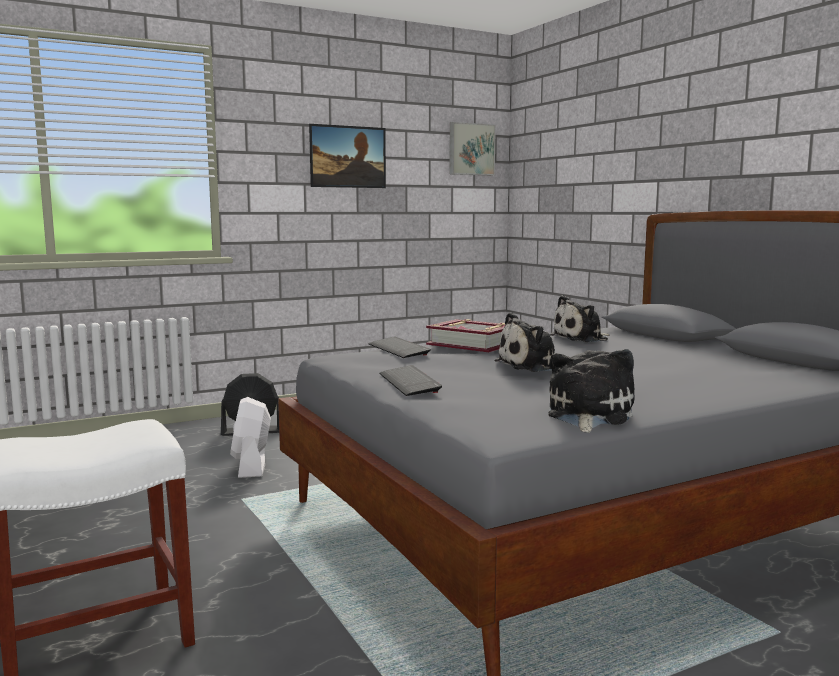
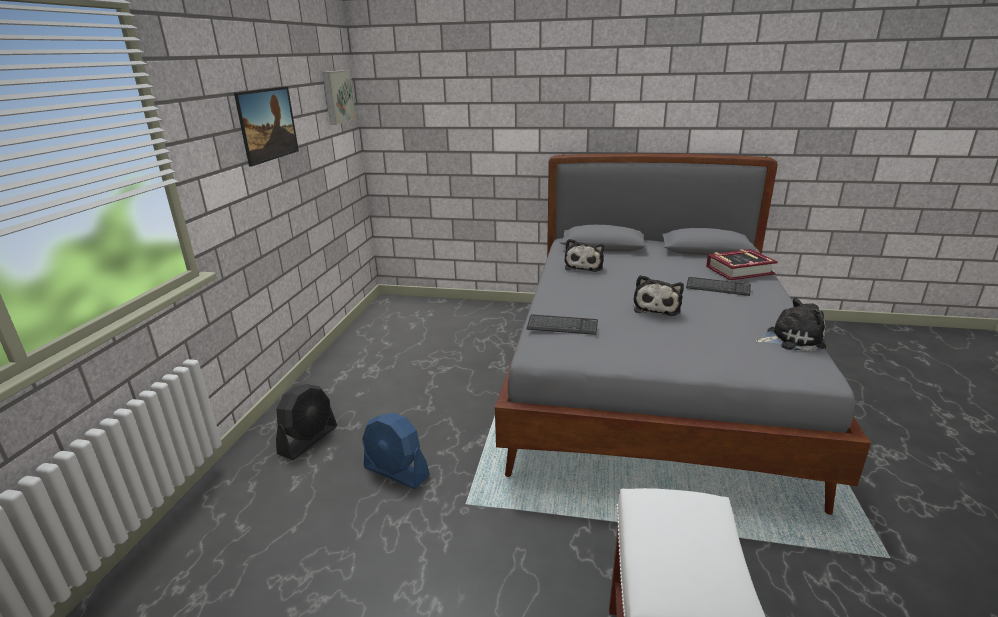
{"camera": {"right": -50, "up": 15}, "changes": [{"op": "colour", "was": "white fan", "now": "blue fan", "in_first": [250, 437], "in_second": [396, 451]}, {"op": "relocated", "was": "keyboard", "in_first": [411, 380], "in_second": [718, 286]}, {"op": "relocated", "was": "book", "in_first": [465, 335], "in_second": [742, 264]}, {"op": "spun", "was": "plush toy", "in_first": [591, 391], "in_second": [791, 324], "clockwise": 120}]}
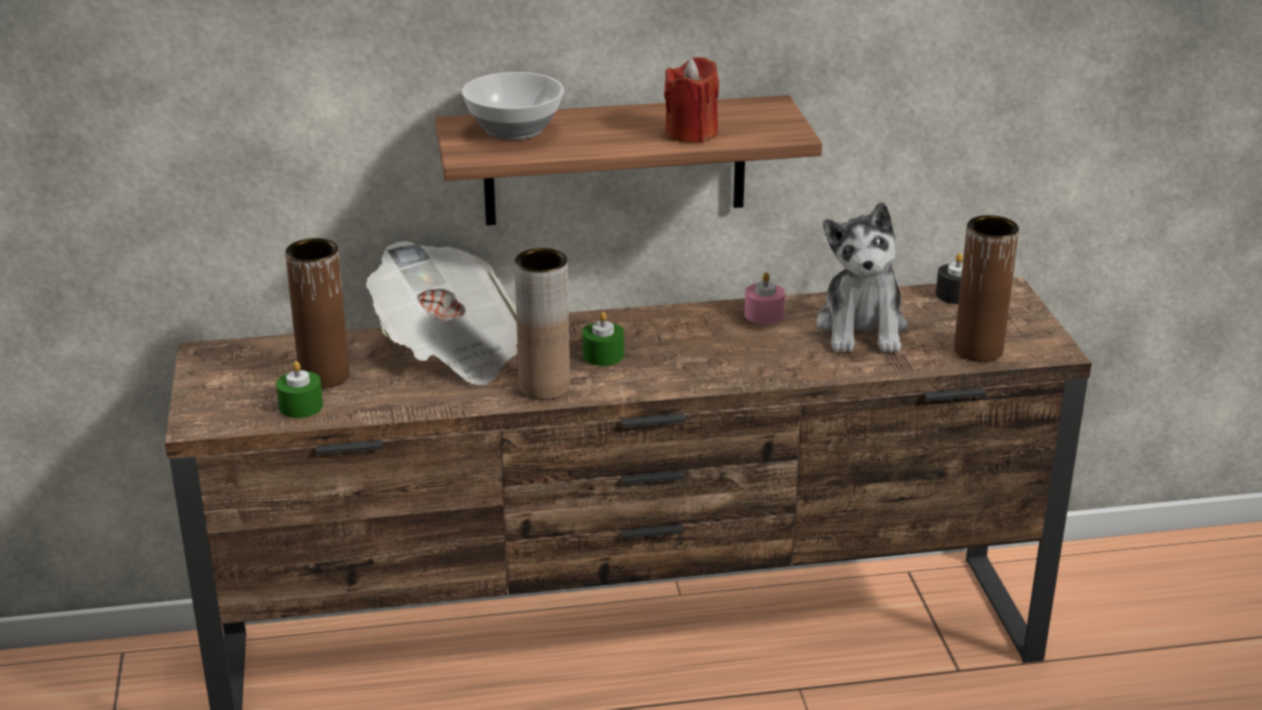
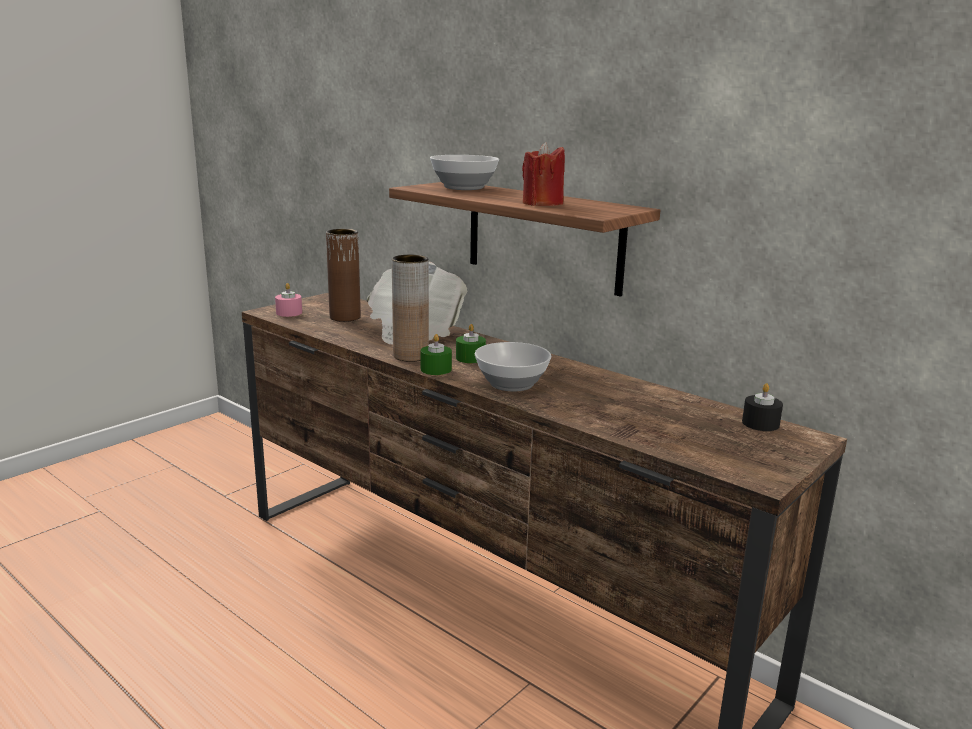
{"camera": {"right": 50, "up": -10}, "changes": [{"op": "relocated", "was": "pink candle", "in_first": [764, 298], "in_second": [288, 300]}, {"op": "relocated", "was": "green candle", "in_first": [299, 389], "in_second": [436, 354]}, {"op": "appeared", "now": "bowl", "in_second": [513, 367]}, {"op": "missing", "was": "plush toy", "in_first": [862, 277]}, {"op": "missing", "was": "brown vase", "in_first": [986, 288]}]}
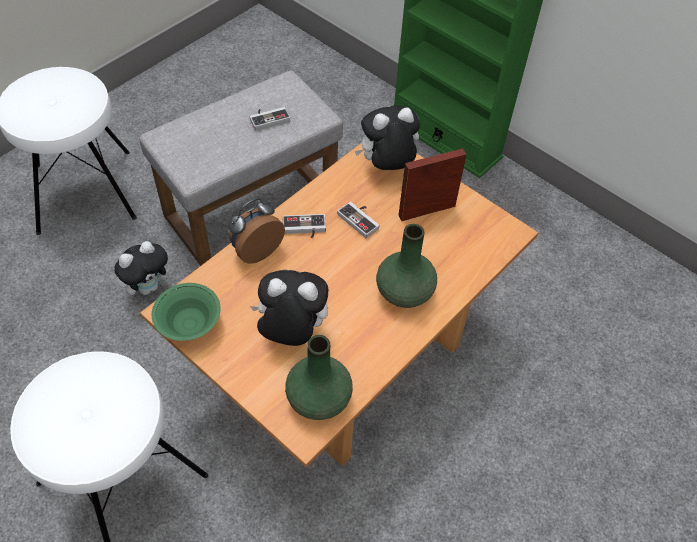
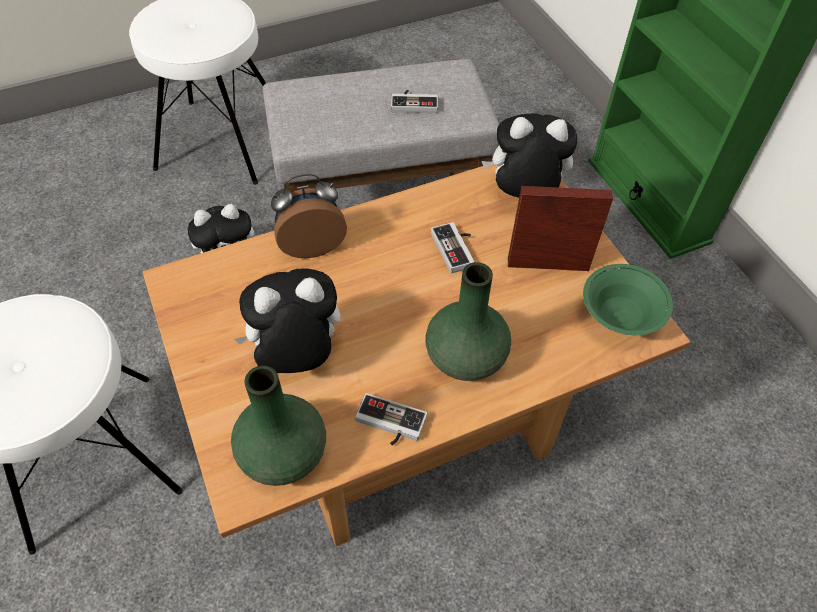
{"camera": {"right": 25, "up": 0}, "changes": [{"op": "spun", "was": "plush toy", "in_first": [289, 308], "in_second": [287, 320], "clockwise": -45}, {"op": "relocated", "was": "game controller", "in_first": [304, 226], "in_second": [391, 419]}, {"op": "relocated", "was": "green bowl", "in_first": [186, 312], "in_second": [628, 299]}]}
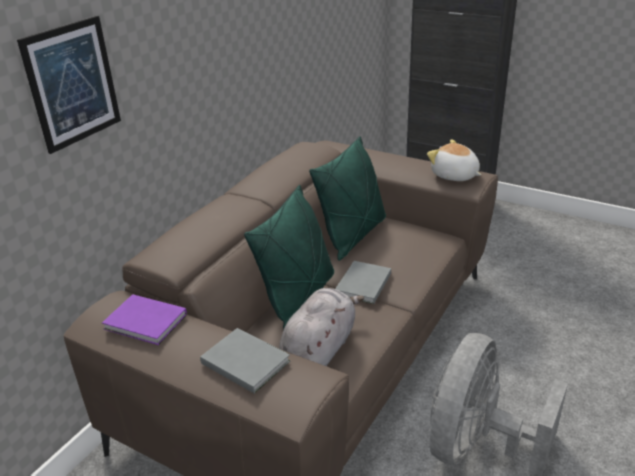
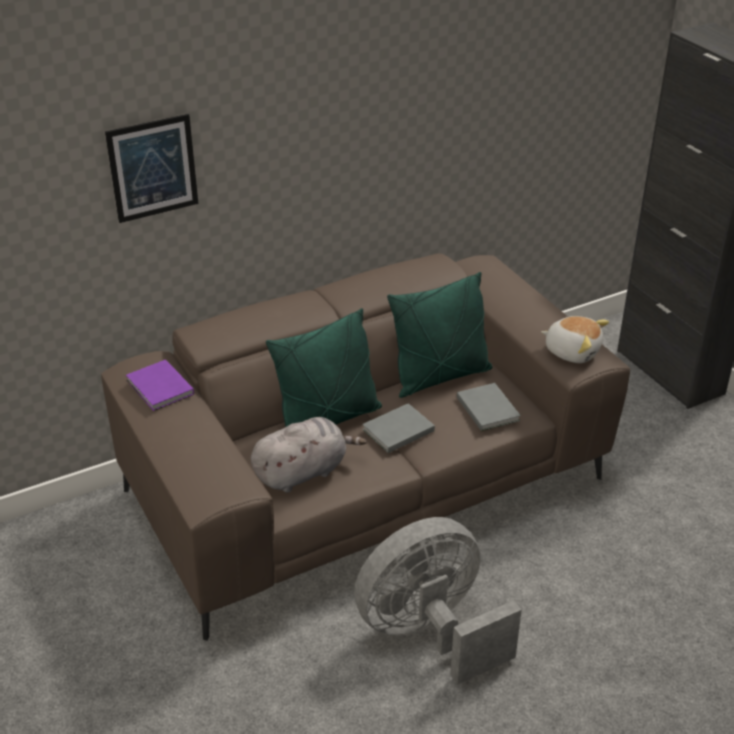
{"camera": {"right": 30, "up": 5}, "changes": [{"op": "relocated", "was": "grey book", "in_first": [245, 361], "in_second": [489, 407]}, {"op": "spun", "was": "plush toy", "in_first": [454, 160], "in_second": [575, 339], "clockwise": 135}]}
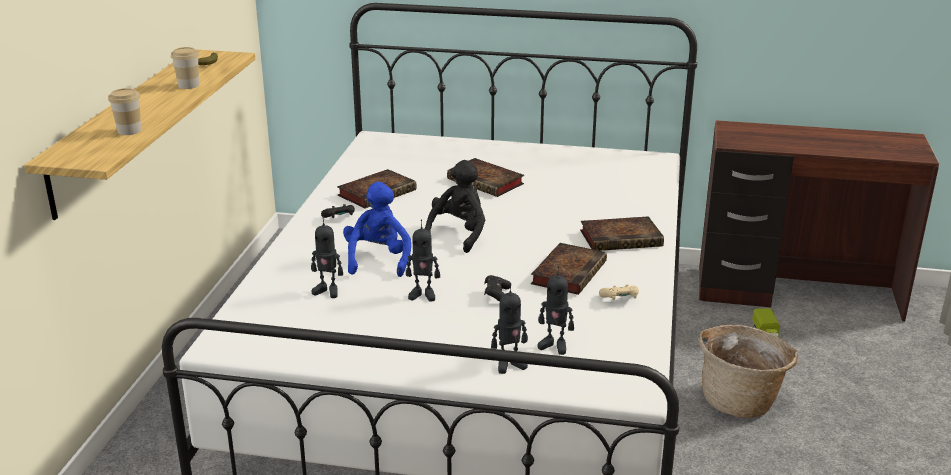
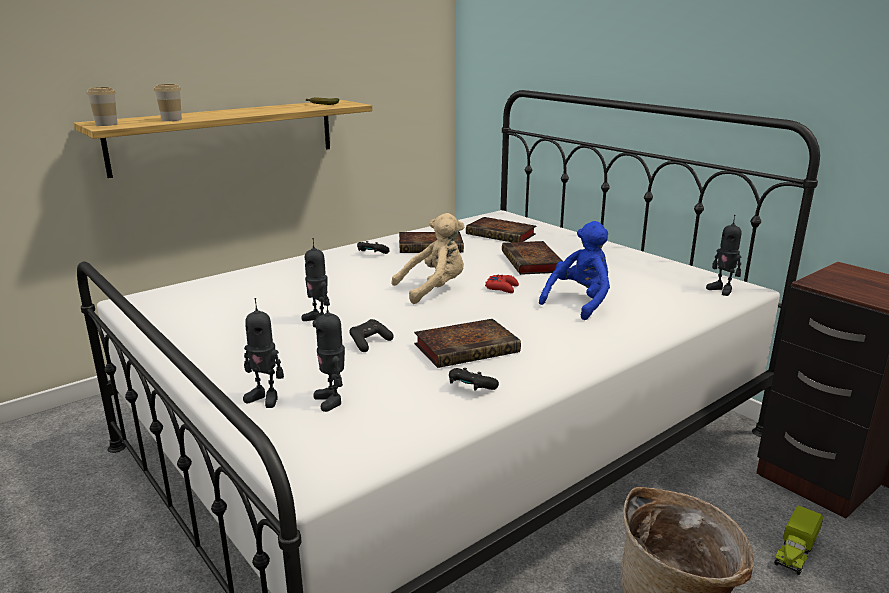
{"camera": {"right": 40, "up": -5}, "changes": [{"op": "relocated", "was": "cup", "in_first": [185, 68], "in_second": [102, 106]}, {"op": "colour", "was": "black plush toy", "now": "beige plush toy", "in_first": [455, 206], "in_second": [427, 258]}, {"op": "colour", "was": "beige game controller", "now": "black game controller", "in_first": [619, 292], "in_second": [474, 379]}, {"op": "relocated", "was": "book", "in_first": [622, 233], "in_second": [501, 229]}, {"op": "appeared", "now": "red game controller", "in_second": [502, 284]}, {"op": "relocated", "was": "blue plush toy", "in_first": [377, 229], "in_second": [574, 270]}, {"op": "relocated", "was": "toy robot", "in_first": [327, 257], "in_second": [724, 255]}]}
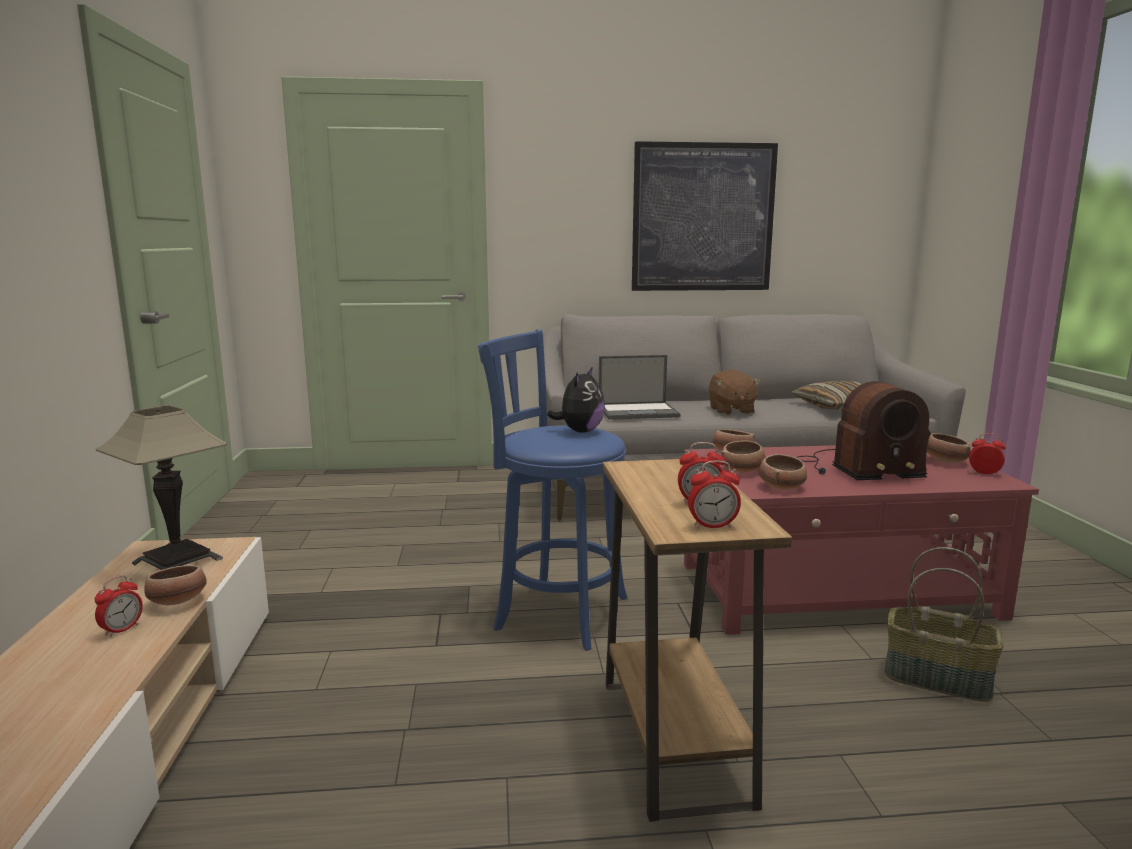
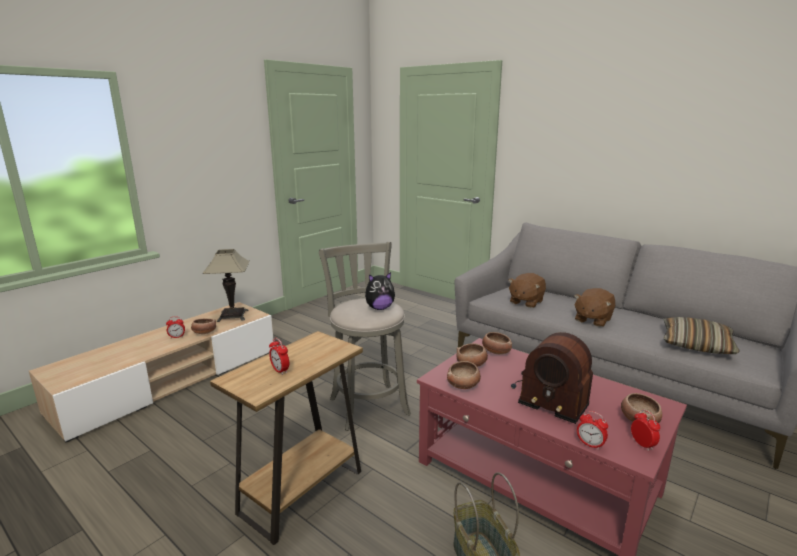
{"camera": {"right": 45, "up": 5}, "changes": [{"op": "colour", "was": "blue stool", "now": "grey stool", "in_first": [553, 490], "in_second": [365, 336]}, {"op": "exchanged", "was": "laptop", "now": "brown plush toy", "in_first": [639, 387], "in_second": [527, 290]}, {"op": "relocated", "was": "alarm clock", "in_first": [714, 494], "in_second": [592, 430]}, {"op": "missing", "was": "picture", "in_first": [705, 216]}]}
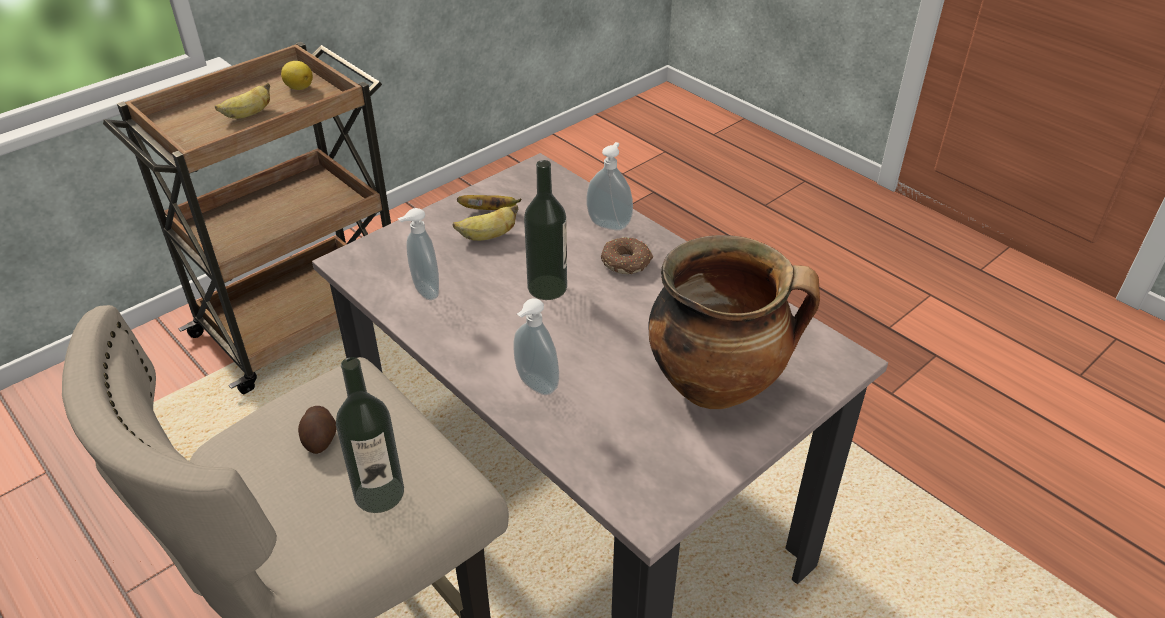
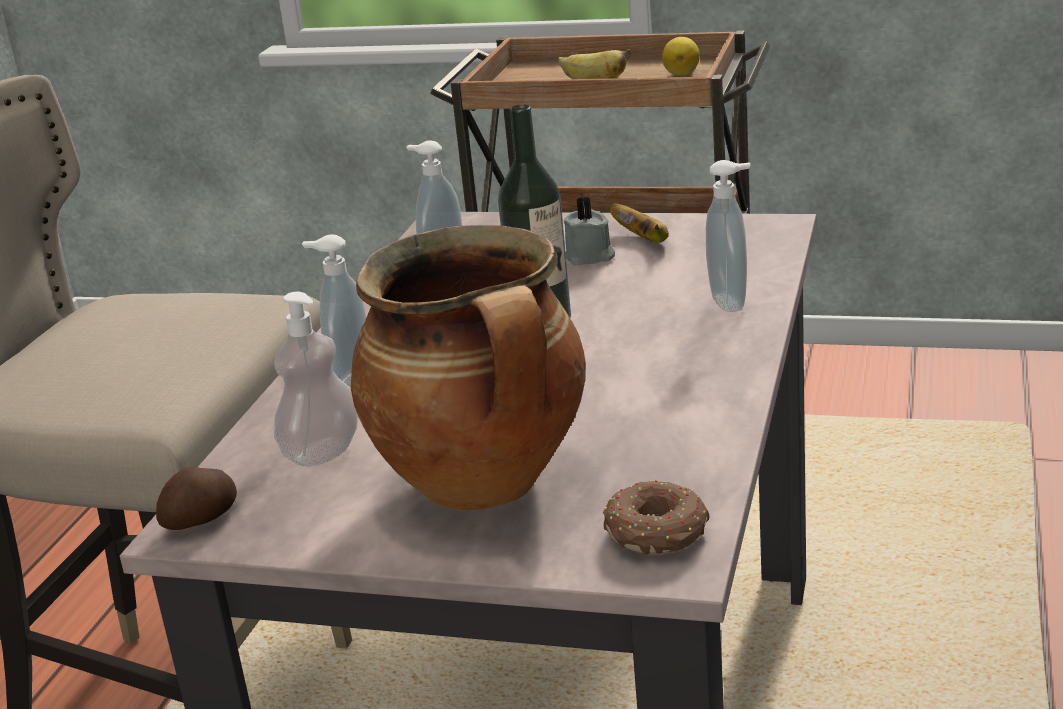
{"camera": {"right": 60, "up": -15}, "changes": [{"op": "relocated", "was": "potato", "in_first": [317, 430], "in_second": [196, 498]}, {"op": "appeared", "now": "soap dispenser", "in_second": [316, 379]}, {"op": "exchanged", "was": "banana", "now": "grey candle", "in_first": [485, 222], "in_second": [589, 231]}, {"op": "relocated", "was": "donut", "in_first": [627, 255], "in_second": [656, 517]}, {"op": "missing", "was": "bottle", "in_first": [370, 435]}]}
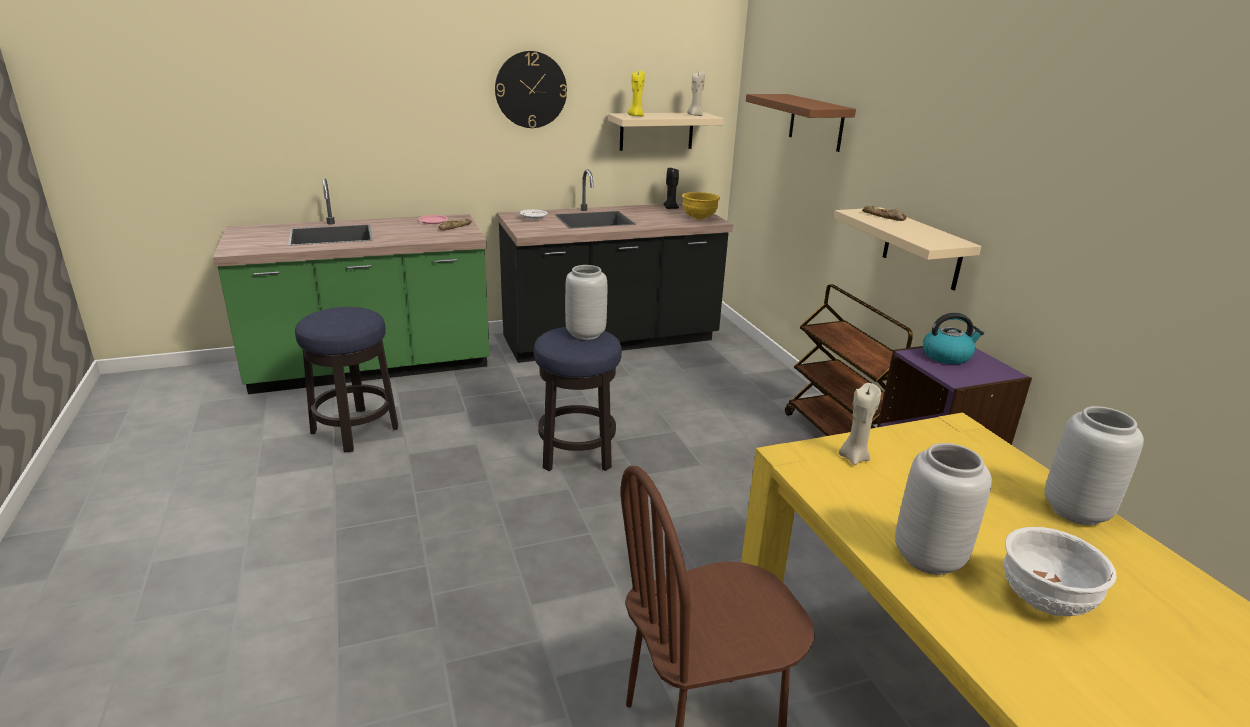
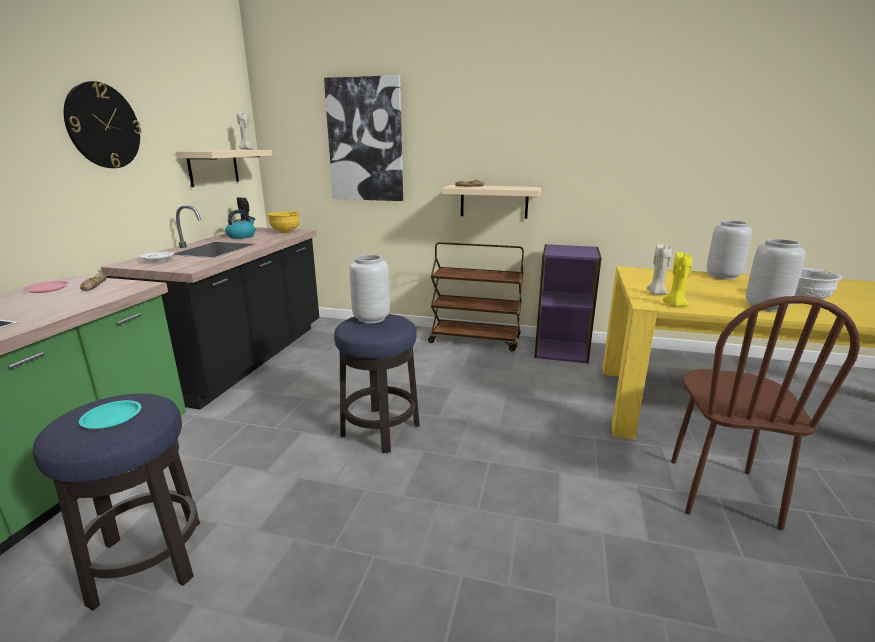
{"camera": {"right": -55, "up": -5}, "changes": [{"op": "appeared", "now": "turquoise plate", "in_second": [110, 414]}, {"op": "relocated", "was": "kettle", "in_first": [953, 338], "in_second": [240, 224]}, {"op": "exchanged", "was": "brown shelf", "now": "picture", "in_first": [801, 123], "in_second": [363, 138]}, {"op": "relocated", "was": "yellow candle", "in_first": [636, 93], "in_second": [677, 279]}]}
